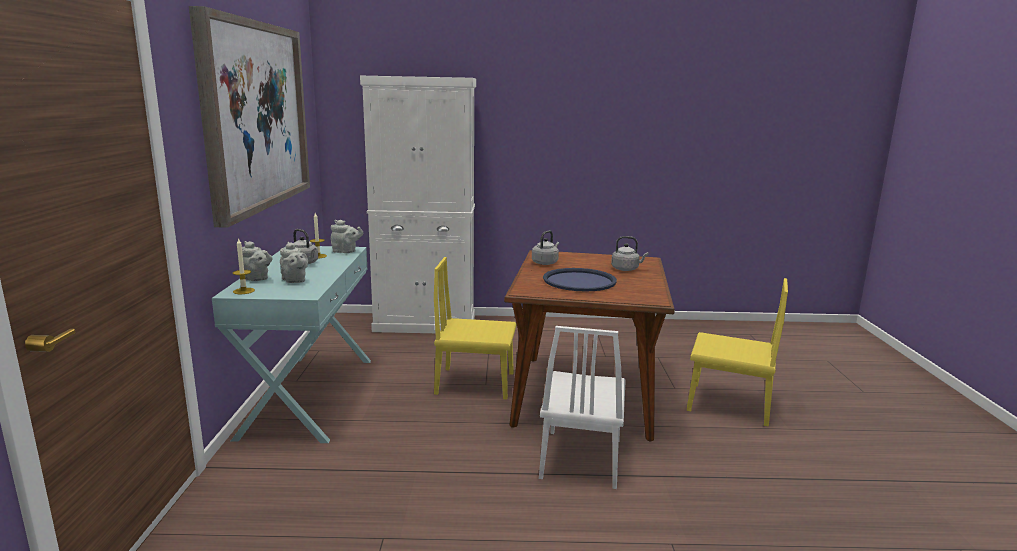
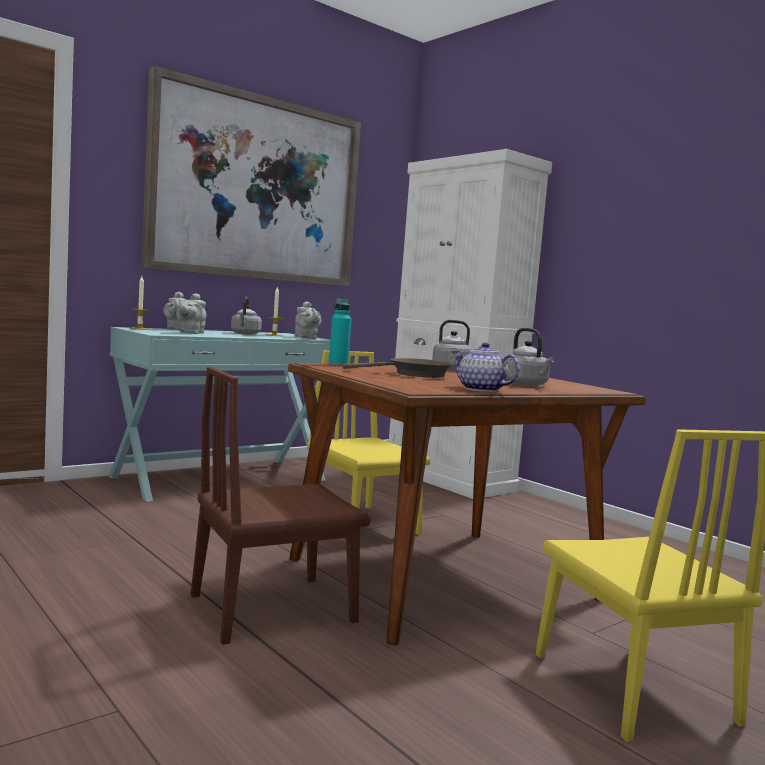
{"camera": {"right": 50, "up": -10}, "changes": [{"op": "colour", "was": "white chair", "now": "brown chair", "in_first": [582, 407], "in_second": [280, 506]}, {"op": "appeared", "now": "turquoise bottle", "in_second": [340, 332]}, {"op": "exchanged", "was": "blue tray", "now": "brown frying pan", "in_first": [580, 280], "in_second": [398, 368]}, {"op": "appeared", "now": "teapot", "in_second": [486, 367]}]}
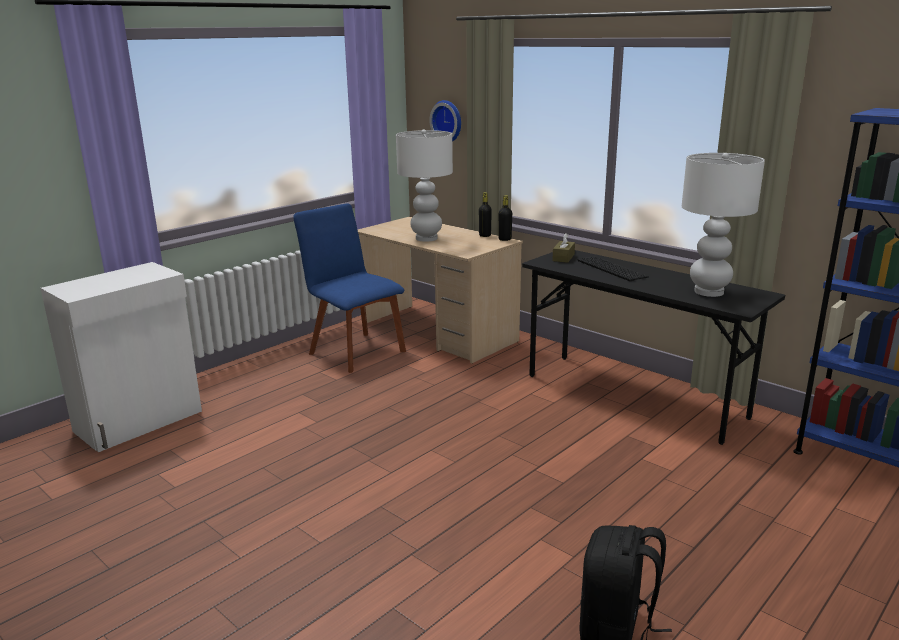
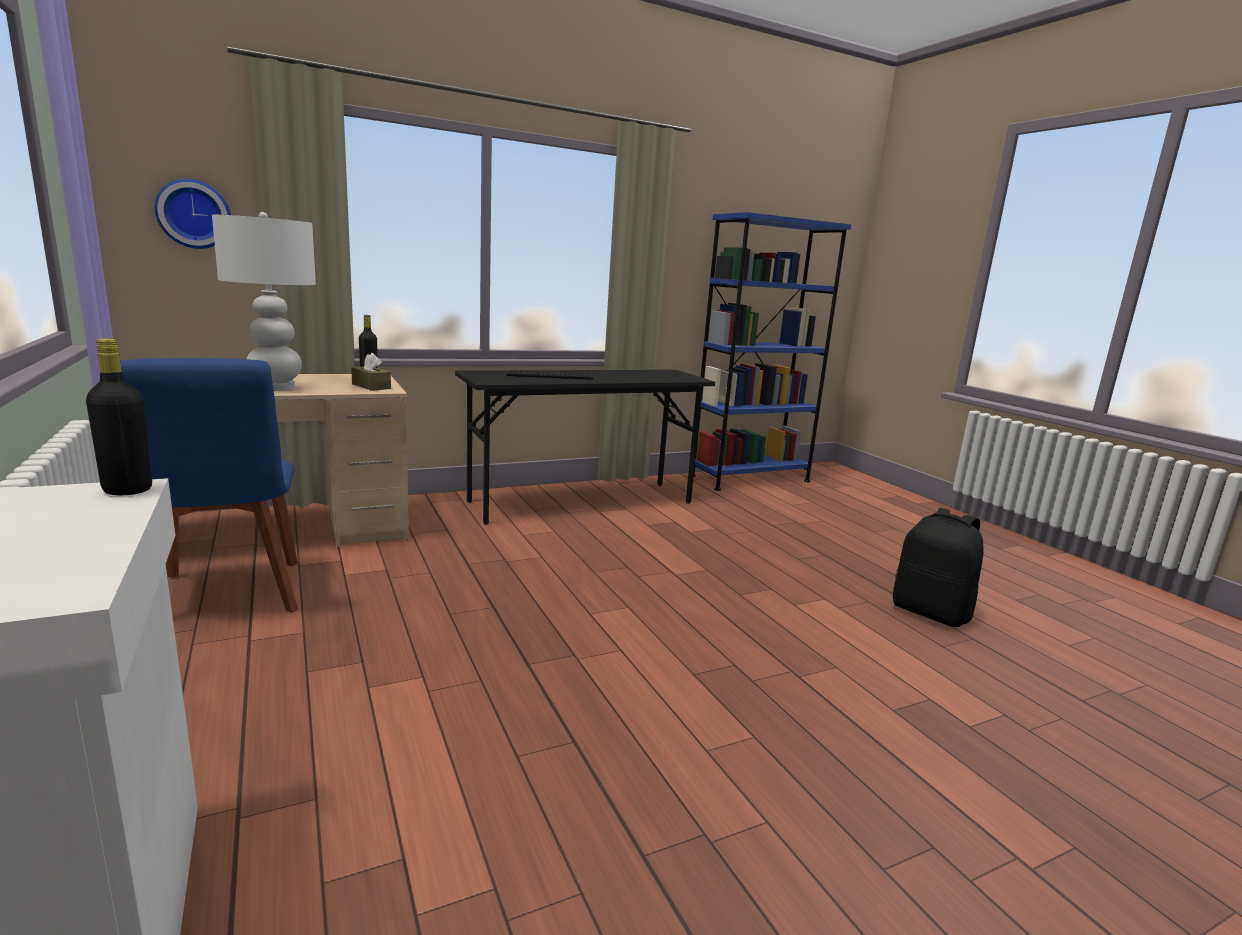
{"camera": {"right": -70, "up": -5}, "changes": [{"op": "relocated", "was": "black bottle", "in_first": [485, 214], "in_second": [119, 416]}, {"op": "spun", "was": "blue chair", "in_first": [349, 288], "in_second": [209, 485], "clockwise": -90}, {"op": "relocated", "was": "brown tissue box", "in_first": [563, 248], "in_second": [371, 372]}, {"op": "missing", "was": "white table lamp", "in_first": [723, 225]}]}
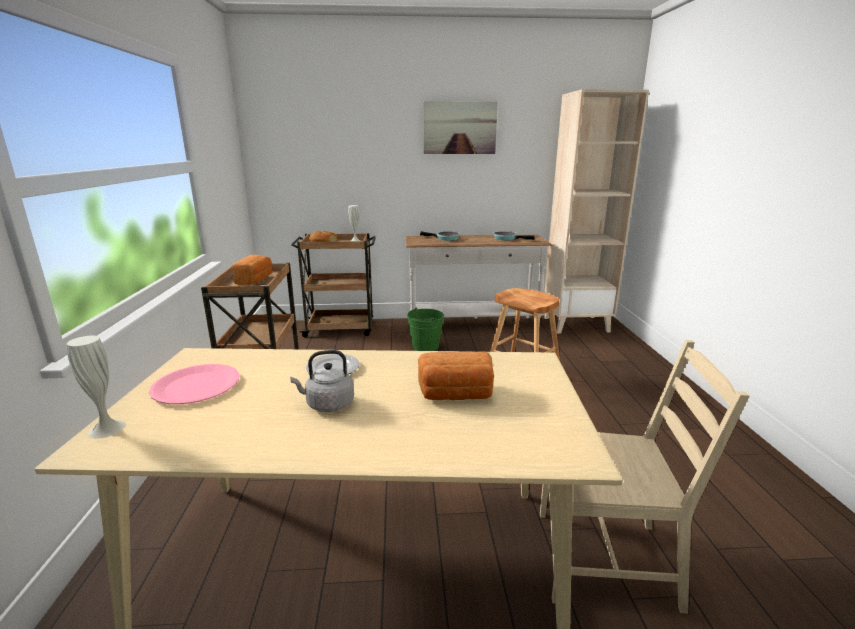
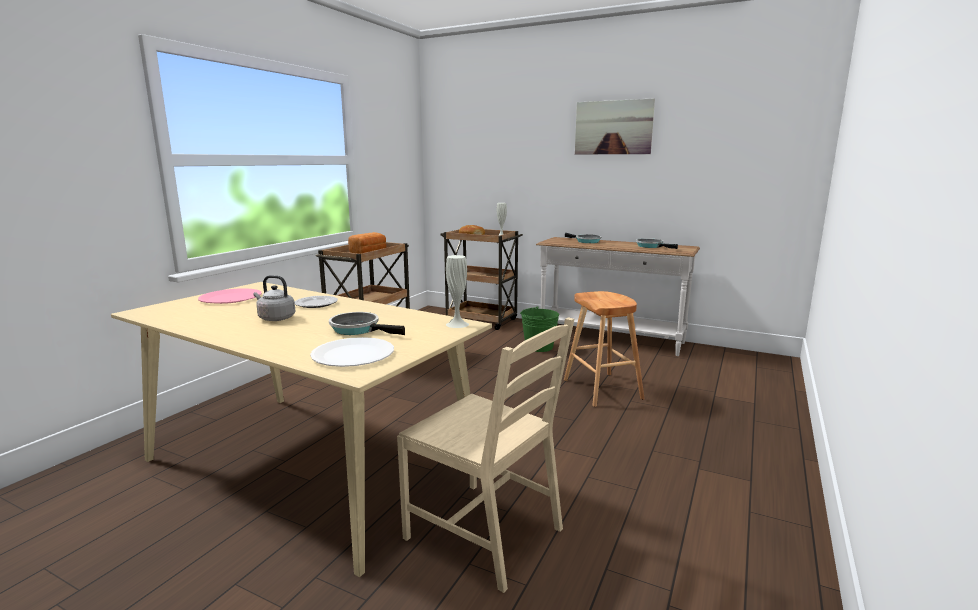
{"camera": {"right": 30, "up": -5}, "changes": [{"op": "appeared", "now": "white plate", "in_second": [352, 352]}, {"op": "exchanged", "was": "bread", "now": "frying pan", "in_first": [456, 375], "in_second": [367, 323]}, {"op": "relocated", "was": "white vase", "in_first": [96, 387], "in_second": [457, 291]}, {"op": "missing", "was": "beige bookcase", "in_first": [596, 211]}]}
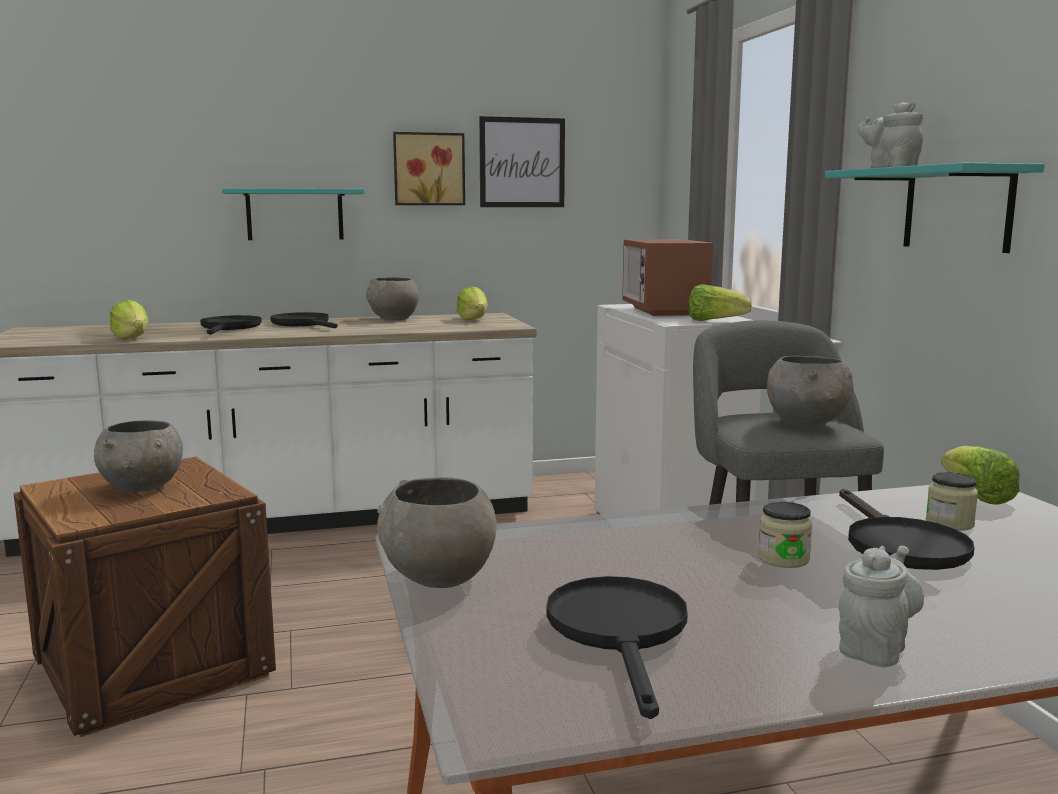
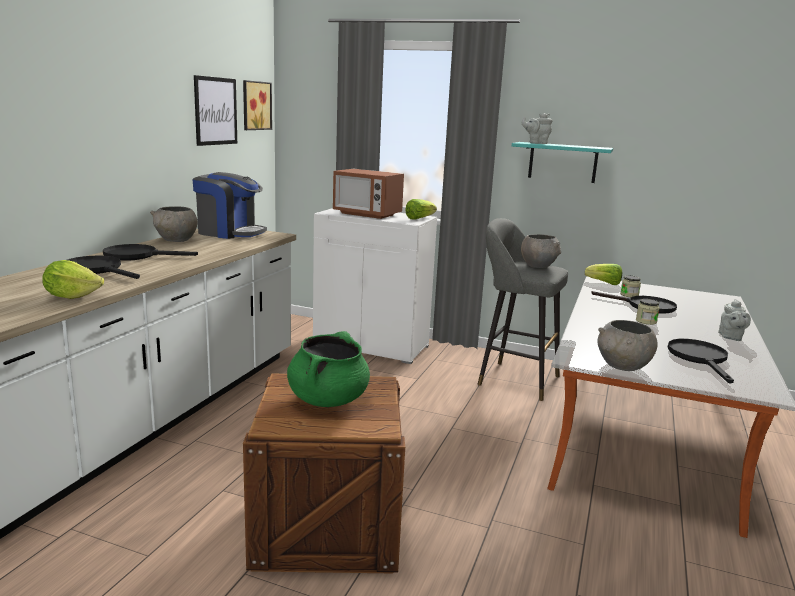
{"camera": {"right": -55, "up": 5}, "changes": [{"op": "exchanged", "was": "lettuce", "now": "coffee machine", "in_first": [472, 303], "in_second": [229, 205]}, {"op": "relocated", "was": "picture", "in_first": [429, 168], "in_second": [257, 105]}, {"op": "exchanged", "was": "grey bowl", "now": "green cooking pot", "in_first": [138, 456], "in_second": [328, 369]}, {"op": "spun", "was": "black frying pan", "in_first": [617, 647], "in_second": [700, 361], "clockwise": 60}, {"op": "spun", "was": "grey teapot", "in_first": [881, 606], "in_second": [734, 320], "clockwise": -150}, {"op": "missing", "was": "turquoise shelf", "in_first": [293, 214]}]}
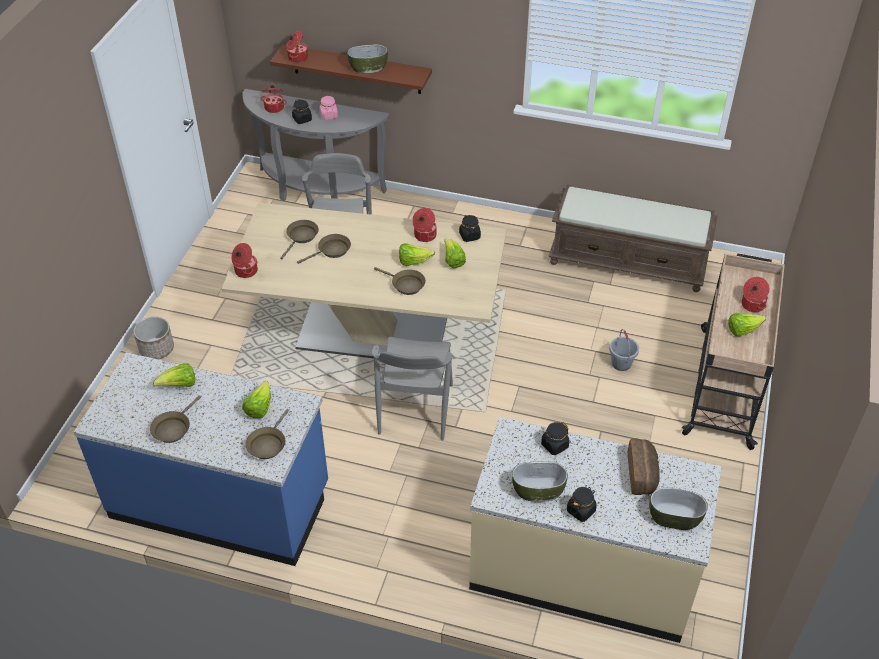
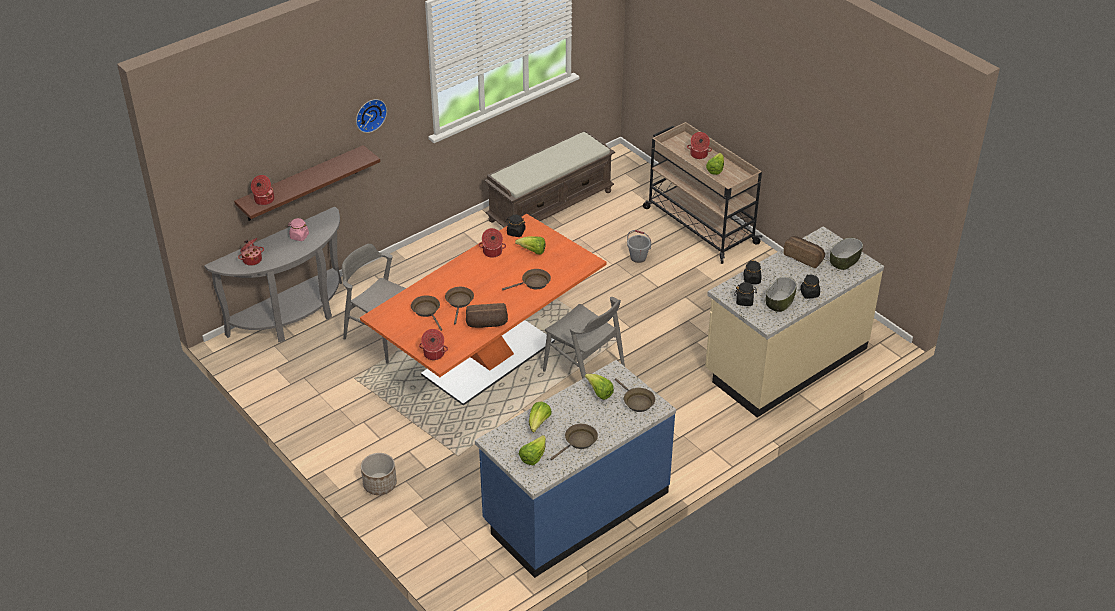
{"camera": {"right": -55, "up": -5}, "changes": [{"op": "appeared", "now": "wall clock", "in_second": [371, 116]}, {"op": "colour", "was": "beige dining table", "now": "orange dining table", "in_first": [364, 280], "in_second": [483, 310]}, {"op": "appeared", "now": "bread", "in_second": [487, 315]}, {"op": "relocated", "was": "lettuce", "in_first": [417, 254], "in_second": [532, 450]}, {"op": "spun", "was": "brown frying pan", "in_first": [175, 419], "in_second": [574, 442], "clockwise": -105}, {"op": "relocated", "was": "black jar", "in_first": [302, 111], "in_second": [745, 294]}, {"op": "missing", "was": "bowl", "in_first": [367, 58]}]}
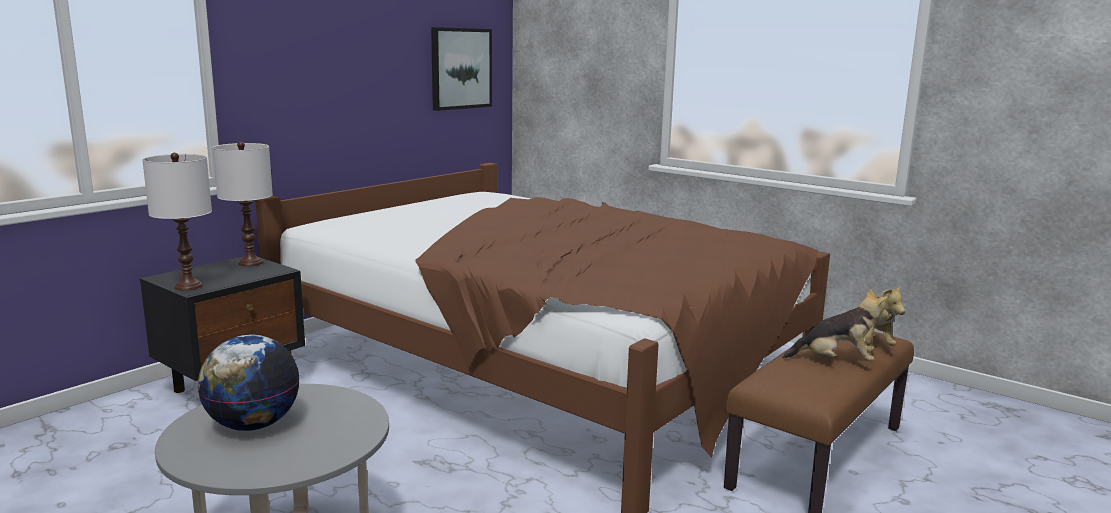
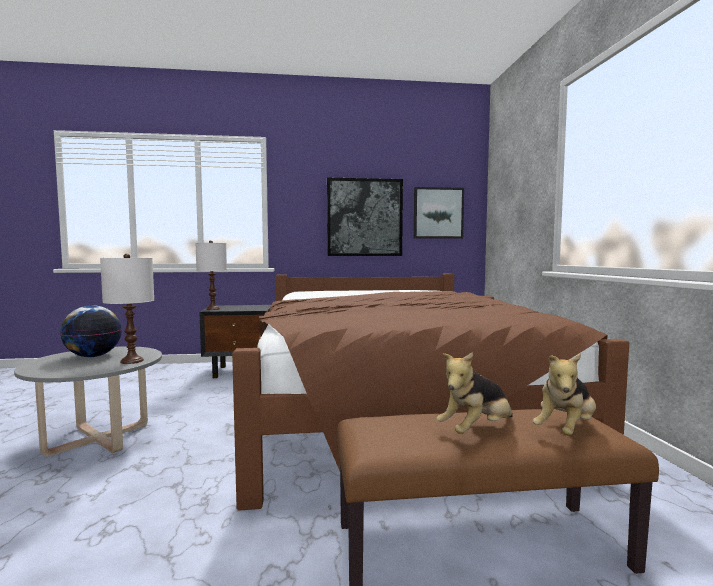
{"camera": {"right": 45, "up": -10}, "changes": [{"op": "relocated", "was": "white table lamp", "in_first": [243, 204], "in_second": [127, 309]}, {"op": "appeared", "now": "picture", "in_second": [365, 216]}, {"op": "spun", "was": "plush toy", "in_first": [835, 324], "in_second": [474, 393], "clockwise": 90}]}
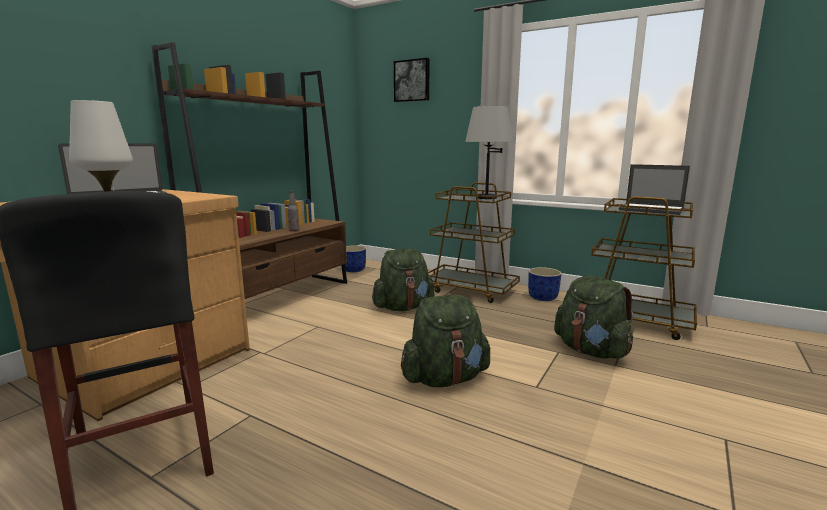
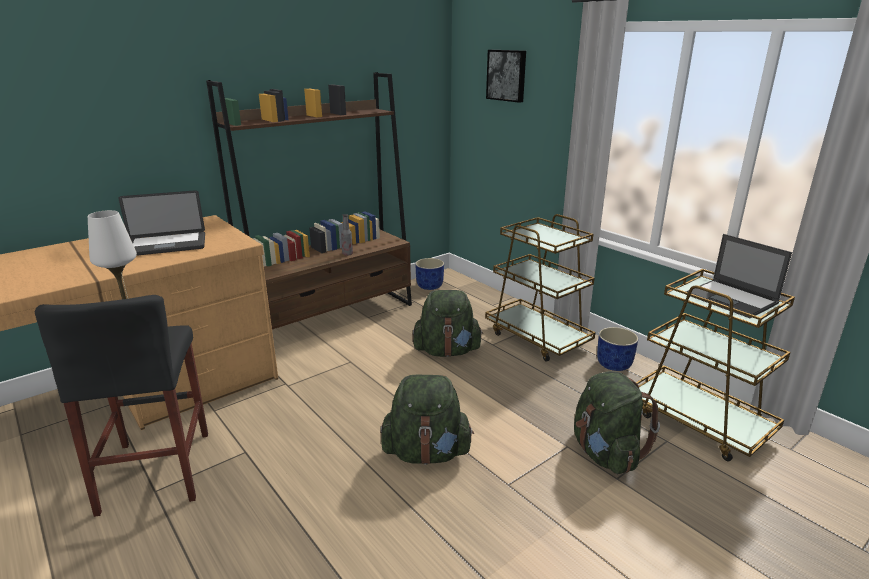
{"camera": {"right": 20, "up": 10}, "changes": [{"op": "missing", "was": "grey table lamp", "in_first": [489, 152]}]}
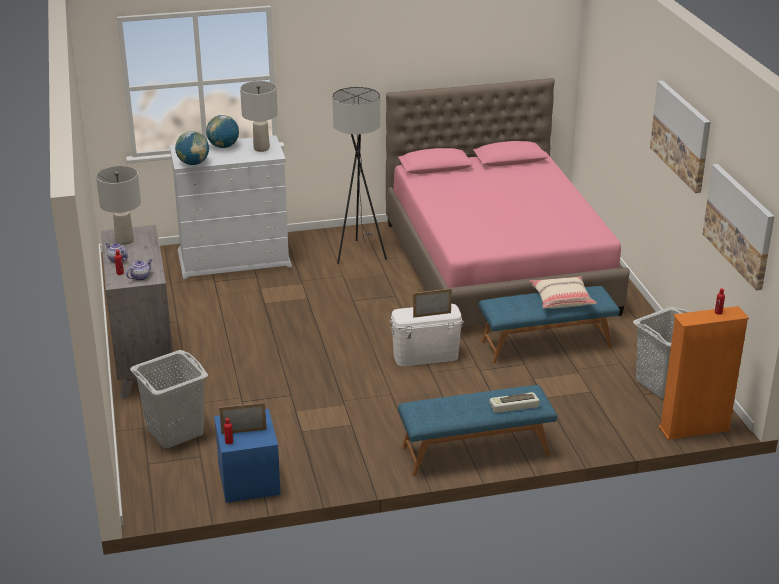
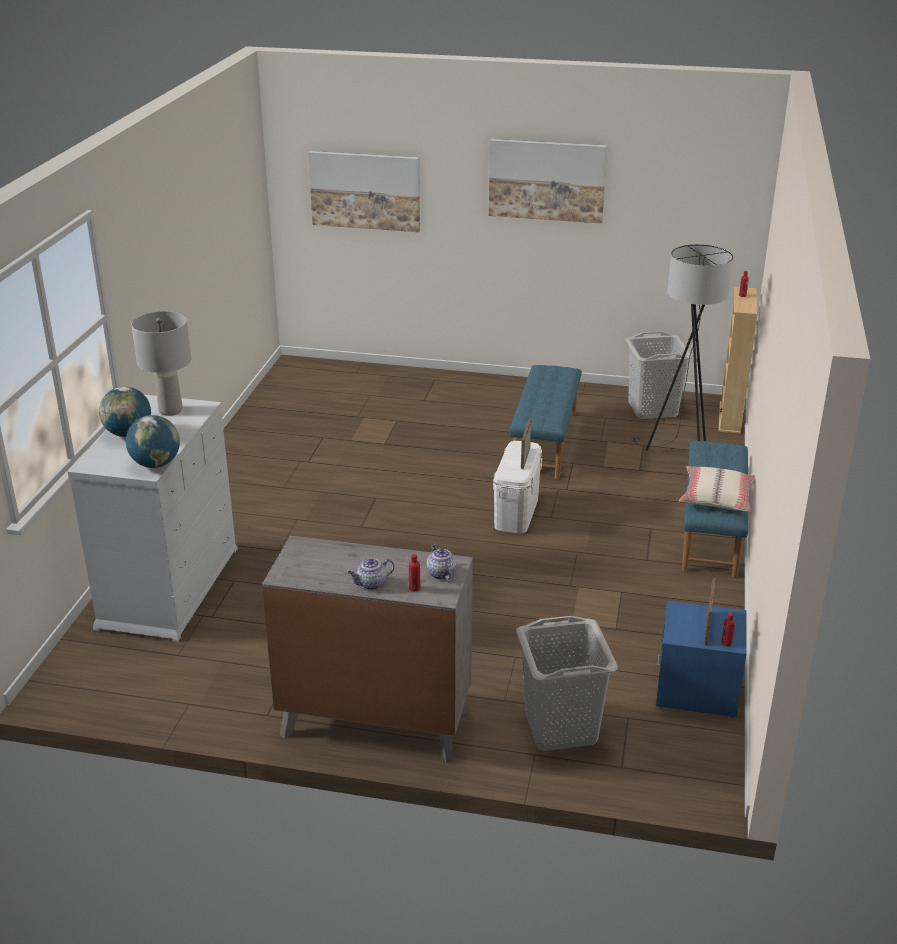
{"camera": {"right": -65, "up": 0}, "changes": [{"op": "relocated", "was": "picture", "in_first": [739, 227], "in_second": [364, 191]}, {"op": "relocated", "was": "grey floor lamp", "in_first": [360, 175], "in_second": [682, 347]}, {"op": "relocated", "was": "beige pillow", "in_first": [563, 292], "in_second": [717, 489]}, {"op": "colour", "was": "orange bookcase", "now": "beige bookcase", "in_first": [704, 373], "in_second": [738, 360]}, {"op": "missing", "was": "grey table lamp", "in_first": [118, 205]}, {"op": "missing", "was": "pink bed", "in_first": [508, 202]}, {"op": "missing", "was": "keyboard", "in_first": [514, 402]}]}
